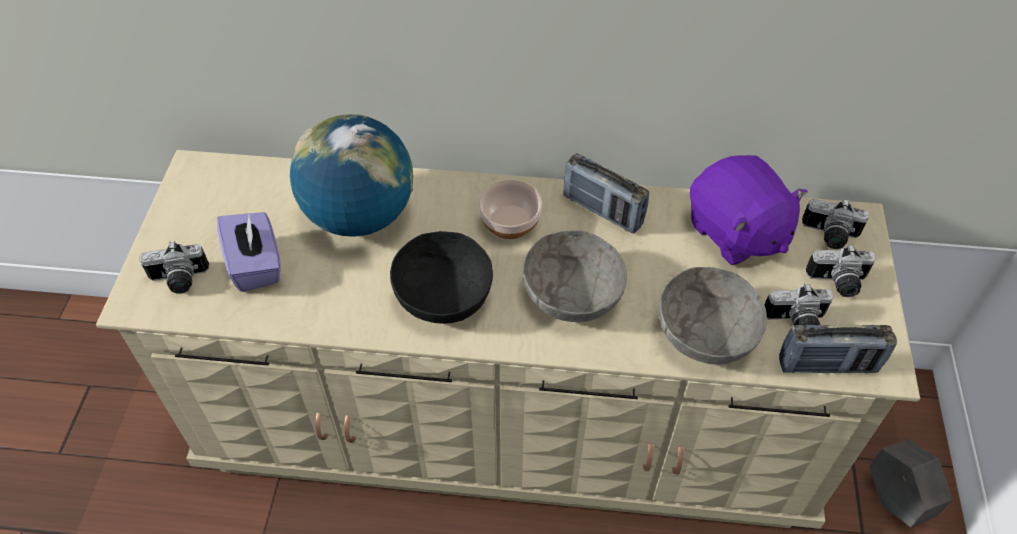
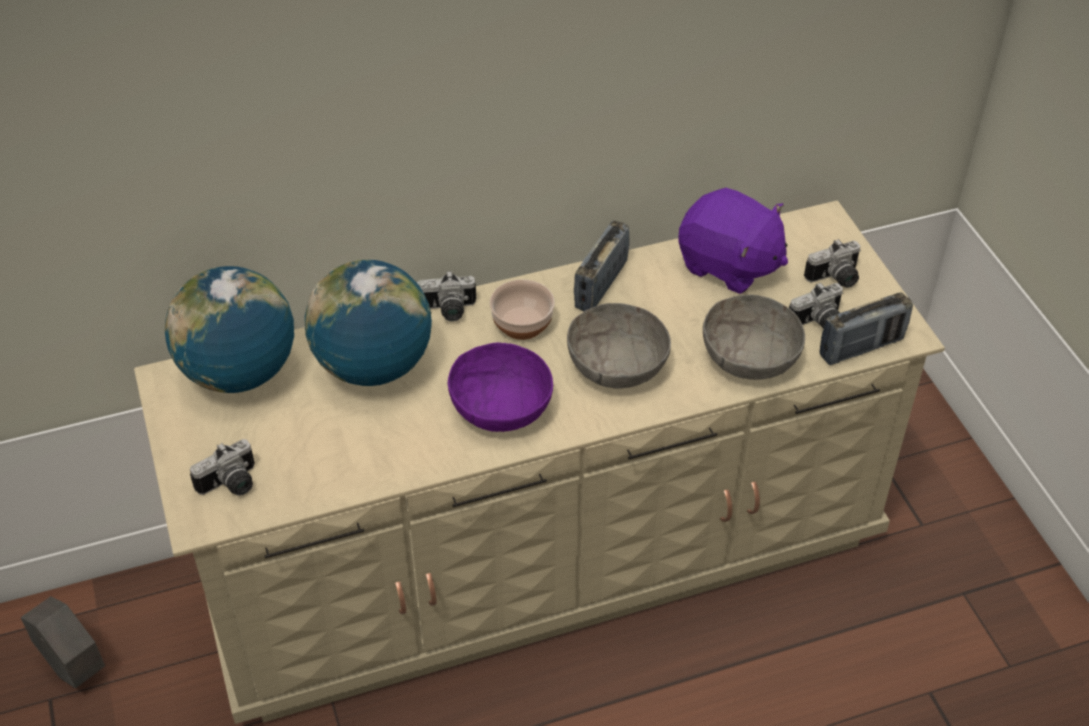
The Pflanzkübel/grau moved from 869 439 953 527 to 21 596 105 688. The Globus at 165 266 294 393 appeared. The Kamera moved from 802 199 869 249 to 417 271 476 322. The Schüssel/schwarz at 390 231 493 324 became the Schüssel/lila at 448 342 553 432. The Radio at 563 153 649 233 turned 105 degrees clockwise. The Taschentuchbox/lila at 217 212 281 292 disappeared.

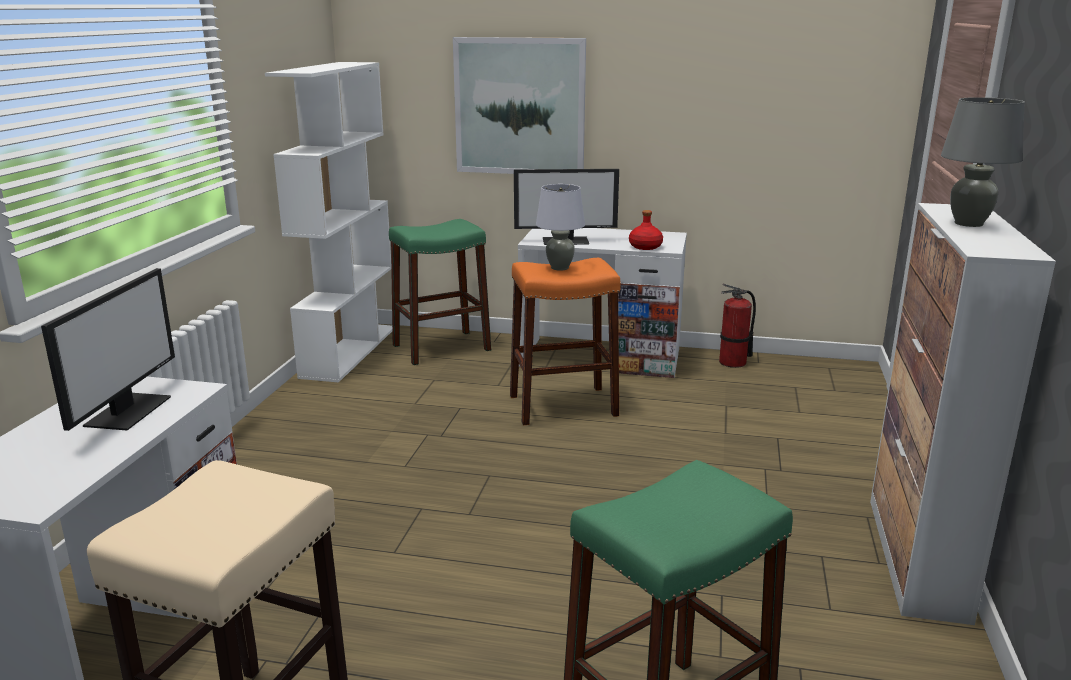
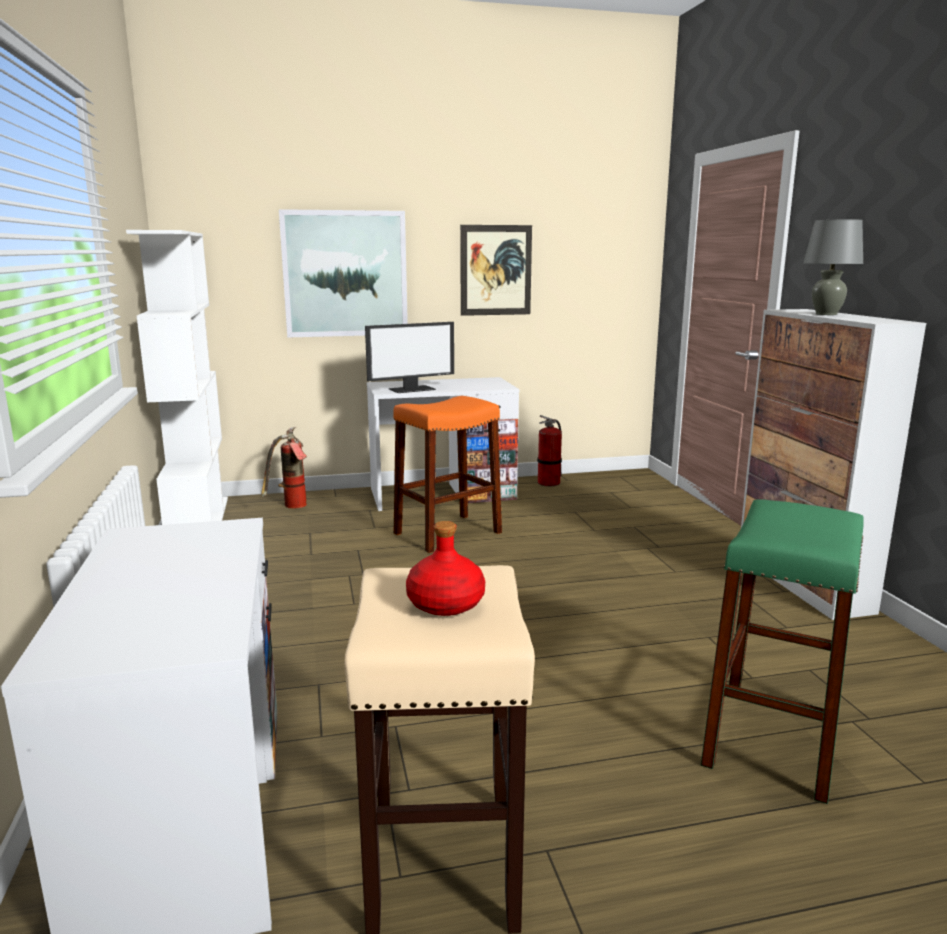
The Hocker/grün at 389 219 491 365 was replaced by the Feuerlöscher at 261 428 307 508. The Flasche/rot moved from 629 210 663 250 to 406 521 485 616. The Bild at 460 225 532 316 appeared. The Monitor at 41 268 175 431 disappeared. The Tischlampe/grau at 536 184 585 271 disappeared.

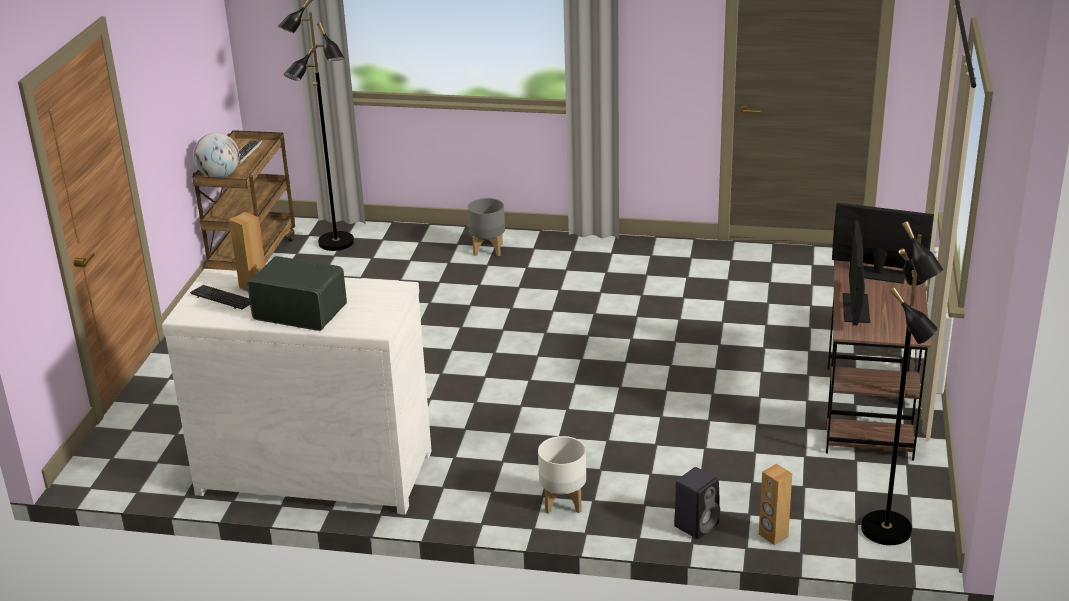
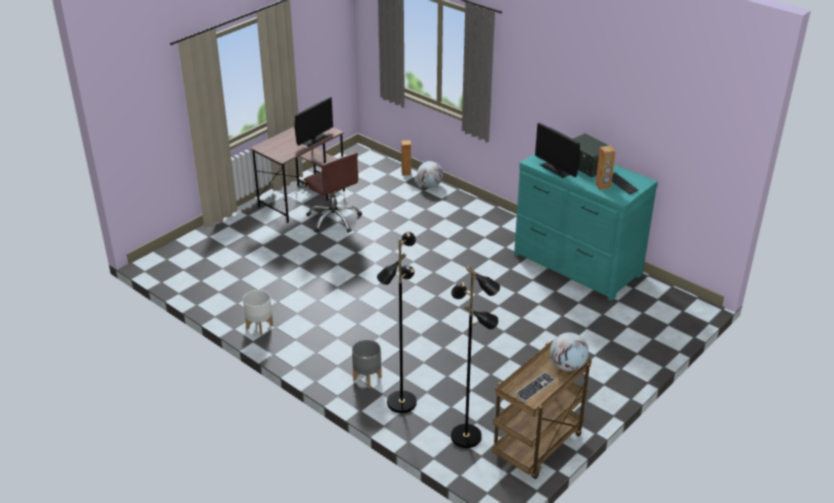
The Pflanzkübel/weiß moved from 538 436 586 514 to 243 290 273 335. The Bürostuhl/braun at 304 153 362 233 appeared. The Stehlampe/schwarz moved from 861 221 943 545 to 377 232 417 413. The Lautsprecher/schwarz at 674 467 720 539 was replaced by the Globus at 417 161 443 188. The Kommode/weiß at 162 269 432 515 became the Kommode/türkis at 514 153 658 301. The Monitor moved from 832 203 934 284 to 535 123 580 178.

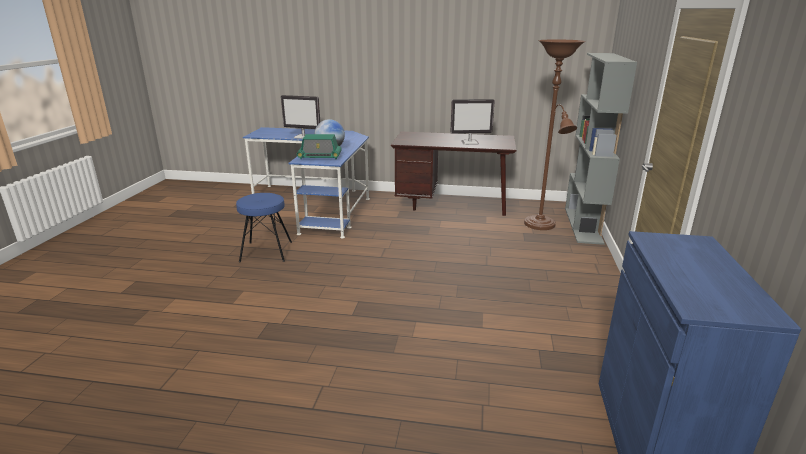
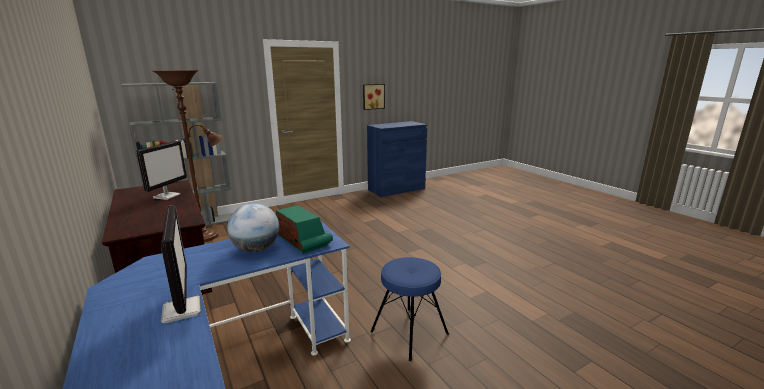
The Monitor at 451 99 495 145 turned 60 degrees clockwise. The Bild at 363 84 385 110 appeared.

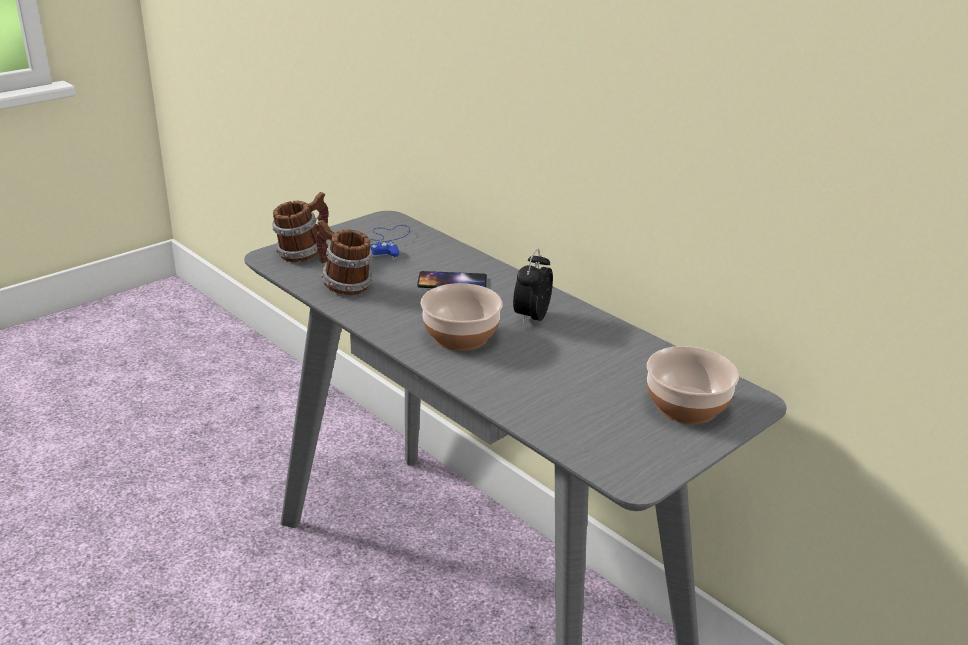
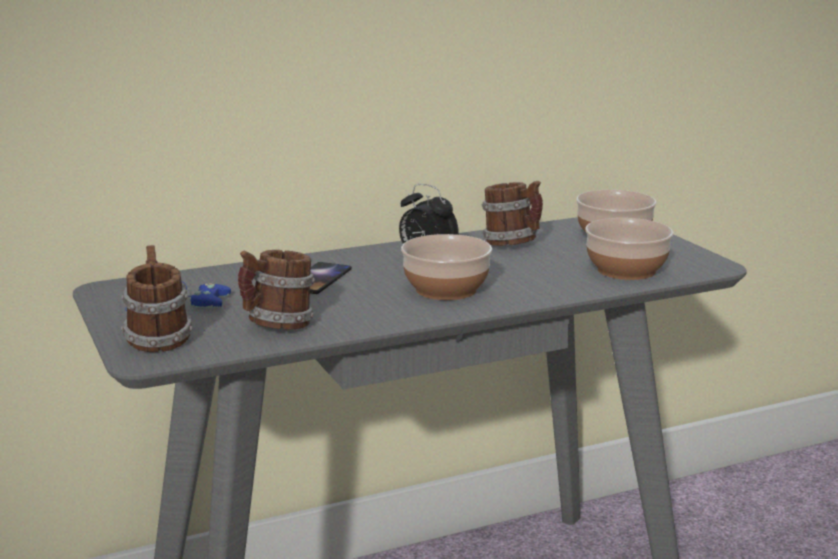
The Henkelbecher at 482 181 543 246 appeared. The Schüssel at 585 218 673 280 appeared.

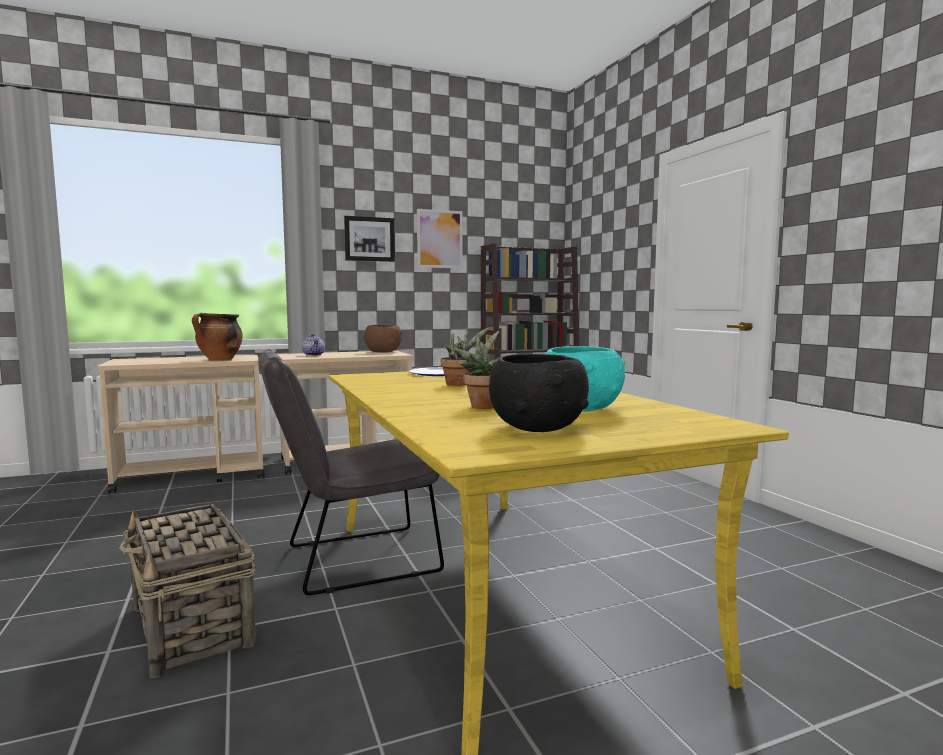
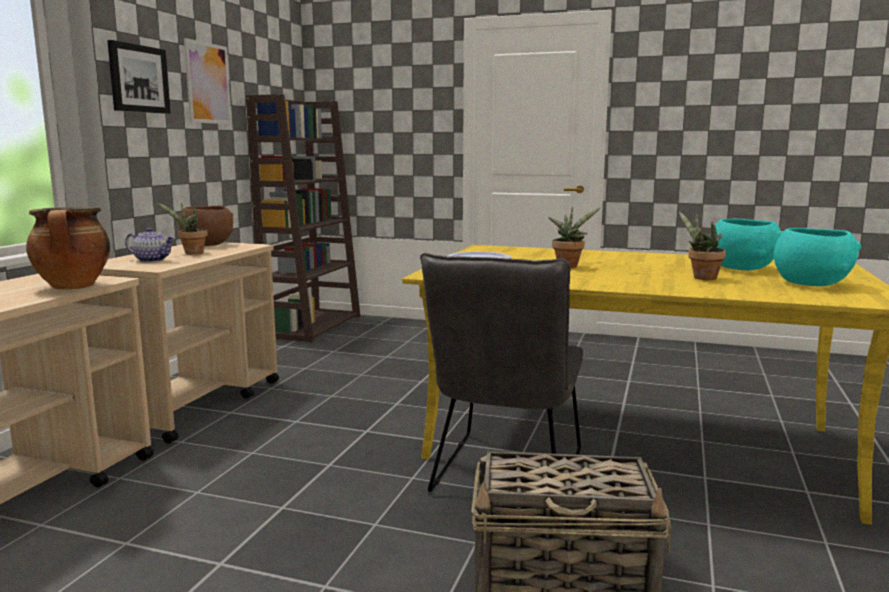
The Topfpflanze at 157 202 207 254 appeared. The Schüssel/schwarz at 489 354 589 432 became the Schüssel/türkis at 774 228 862 286.

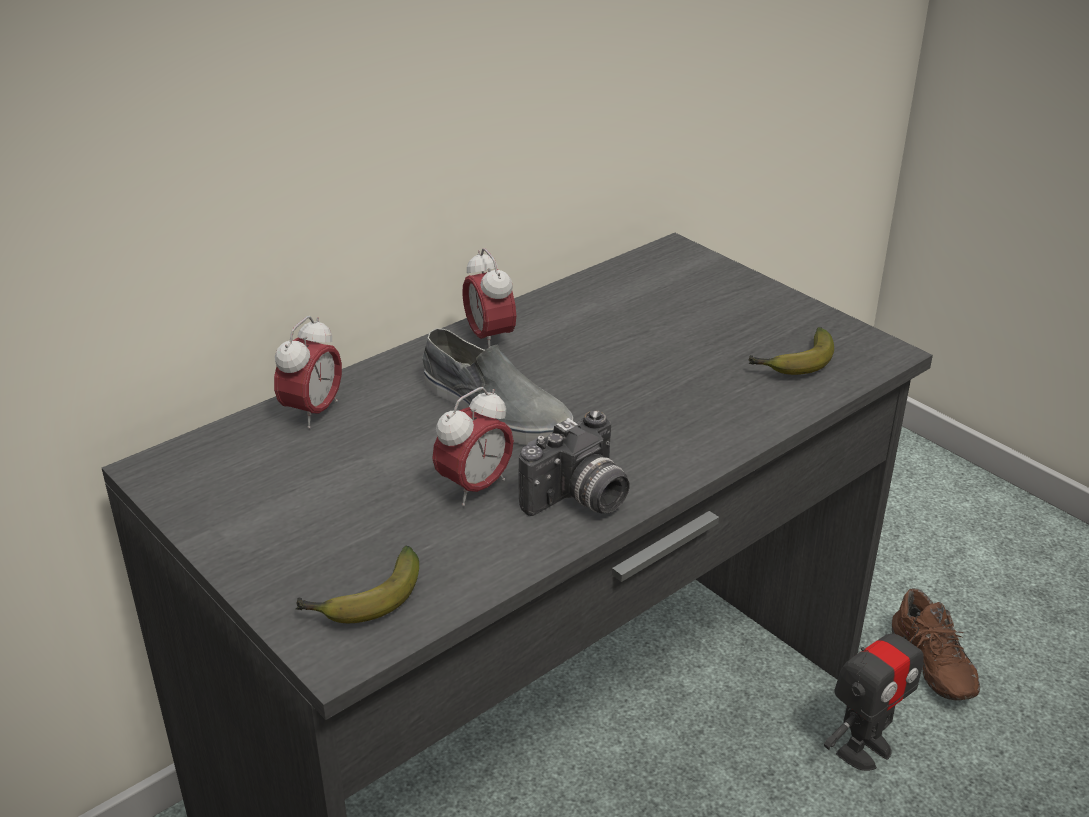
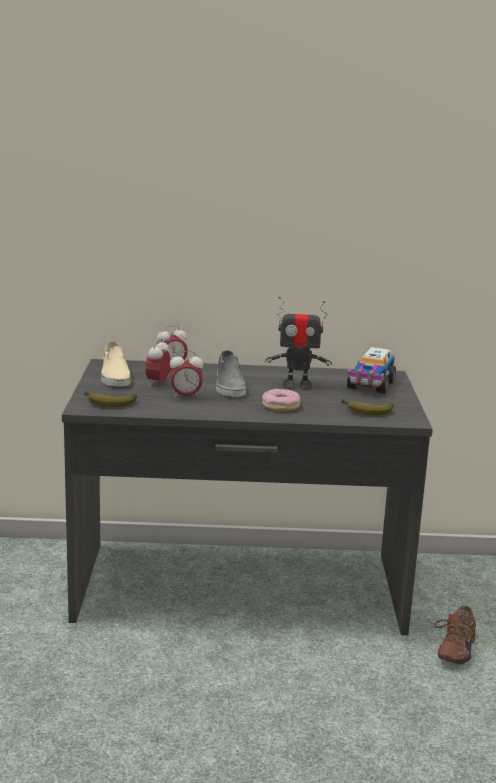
The Schuh/beige at 101 341 131 387 appeared. The Wecker moved from 462 248 516 348 to 145 338 171 386. The Donut at 262 389 300 411 appeared. The Spielzeugroboter moved from 824 612 924 771 to 265 297 332 391. The Spielzeuglaster at 347 347 396 393 appeared. The Kamera at 518 410 630 516 disappeared.

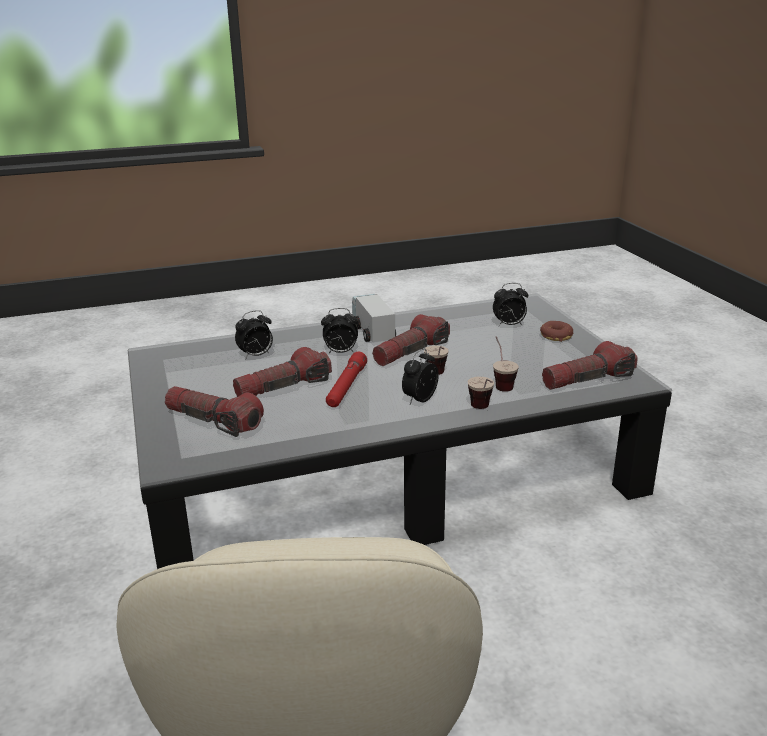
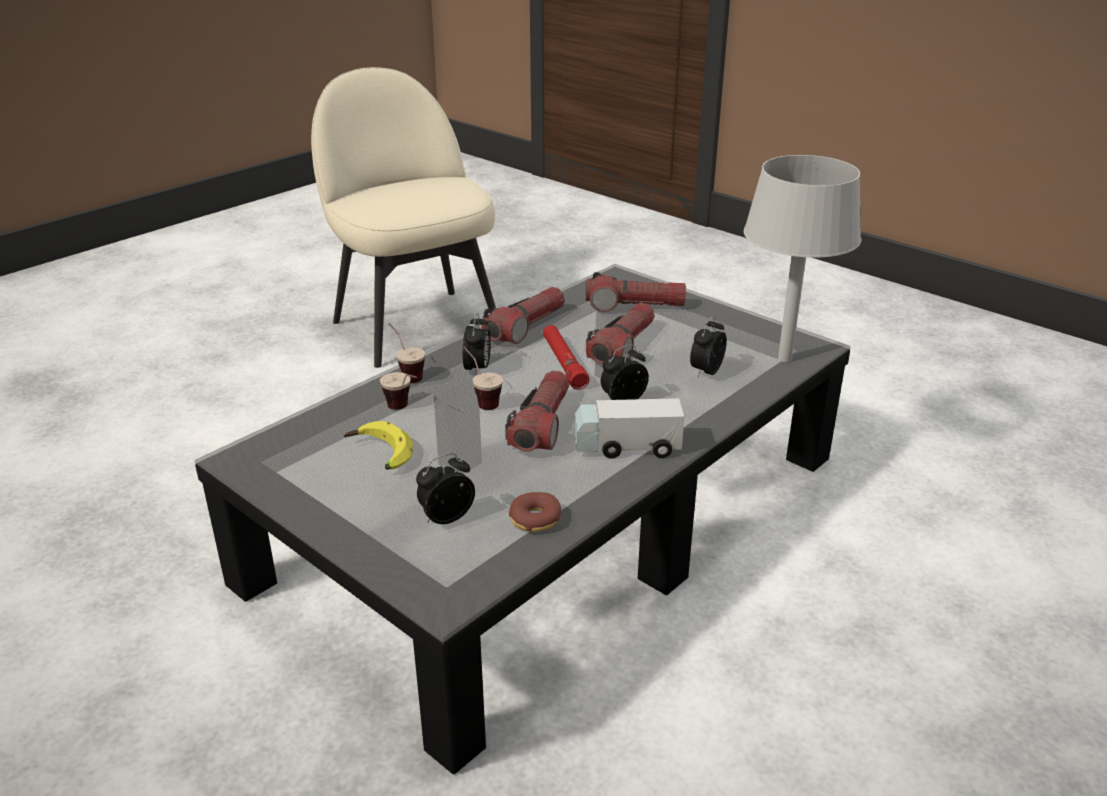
The Banane at 344 421 413 470 appeared. The Taschenlampe moved from 542 341 638 390 to 481 287 565 344. The Donut moved from 540 321 573 342 to 509 492 561 532. The Spielzeuglaster at 352 294 396 342 turned 135 degrees clockwise. The Tischlampe/grau at 744 155 861 362 appeared.

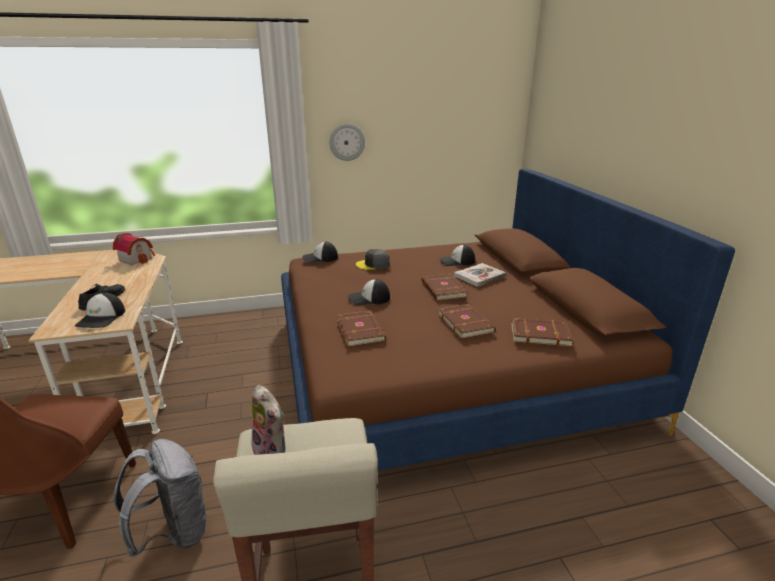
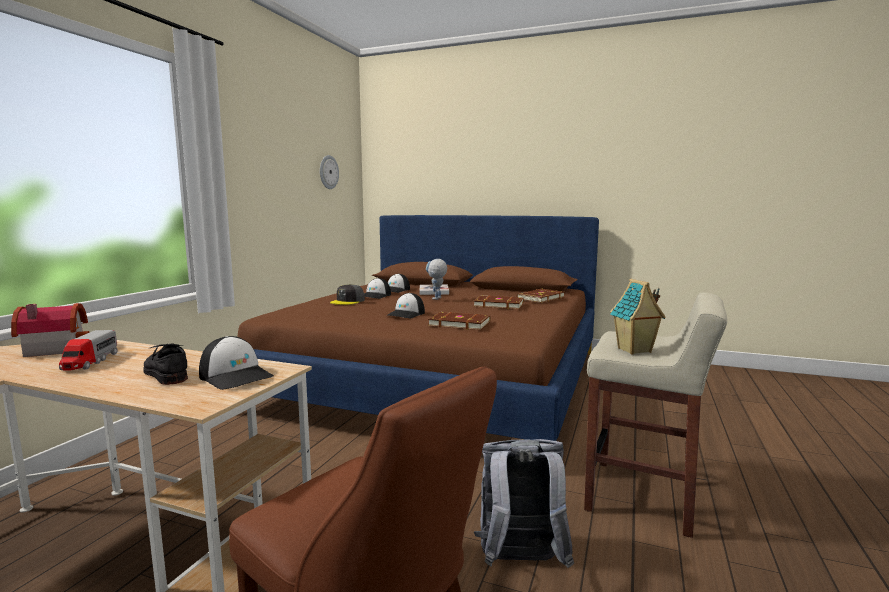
The Spielzeuglaster at 59 330 118 371 appeared. The Wanduhr moved from 329 124 365 161 to 320 155 339 189. The Kappe moved from 303 241 338 263 to 364 278 391 299. The Buch/braun at 421 274 468 301 was replaced by the Spielzeugroboter at 426 259 447 300. The Plüschtier at 251 385 285 455 was replaced by the Spielzeughaus at 610 279 666 355.

